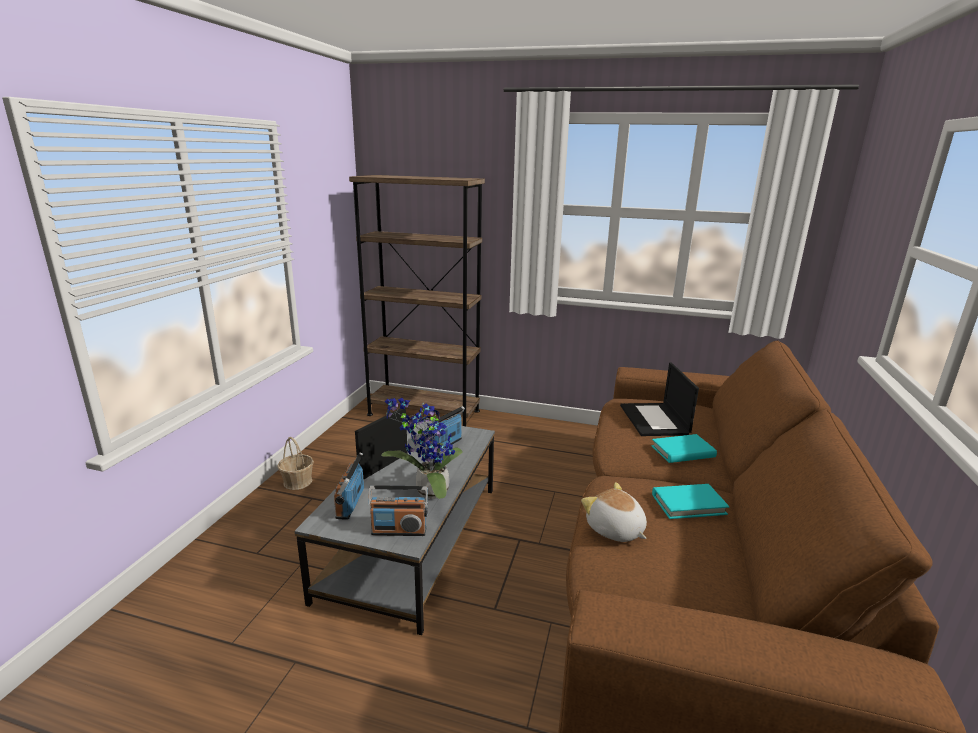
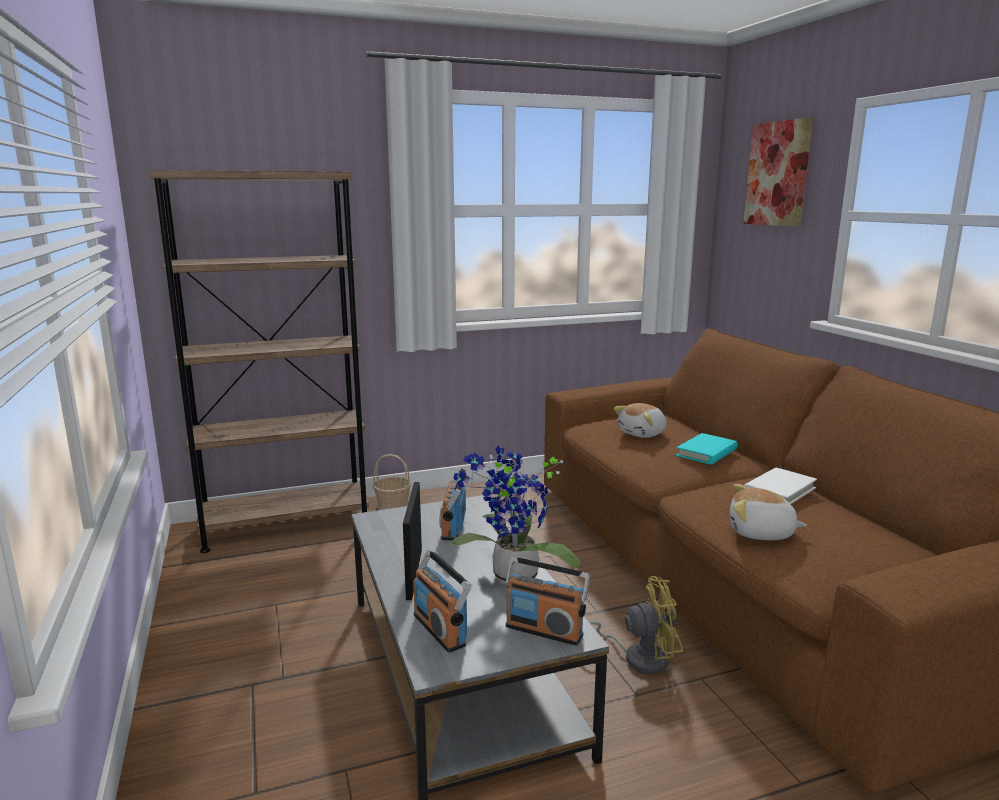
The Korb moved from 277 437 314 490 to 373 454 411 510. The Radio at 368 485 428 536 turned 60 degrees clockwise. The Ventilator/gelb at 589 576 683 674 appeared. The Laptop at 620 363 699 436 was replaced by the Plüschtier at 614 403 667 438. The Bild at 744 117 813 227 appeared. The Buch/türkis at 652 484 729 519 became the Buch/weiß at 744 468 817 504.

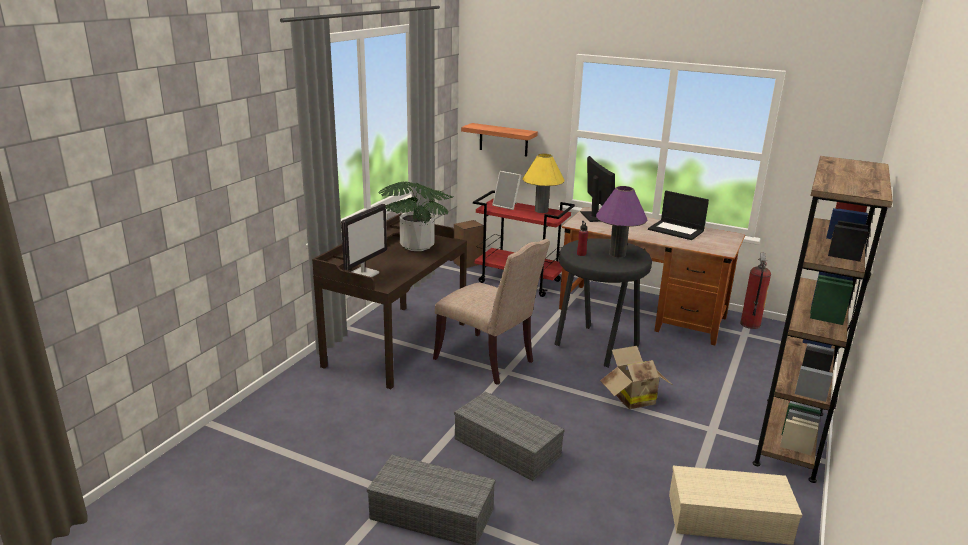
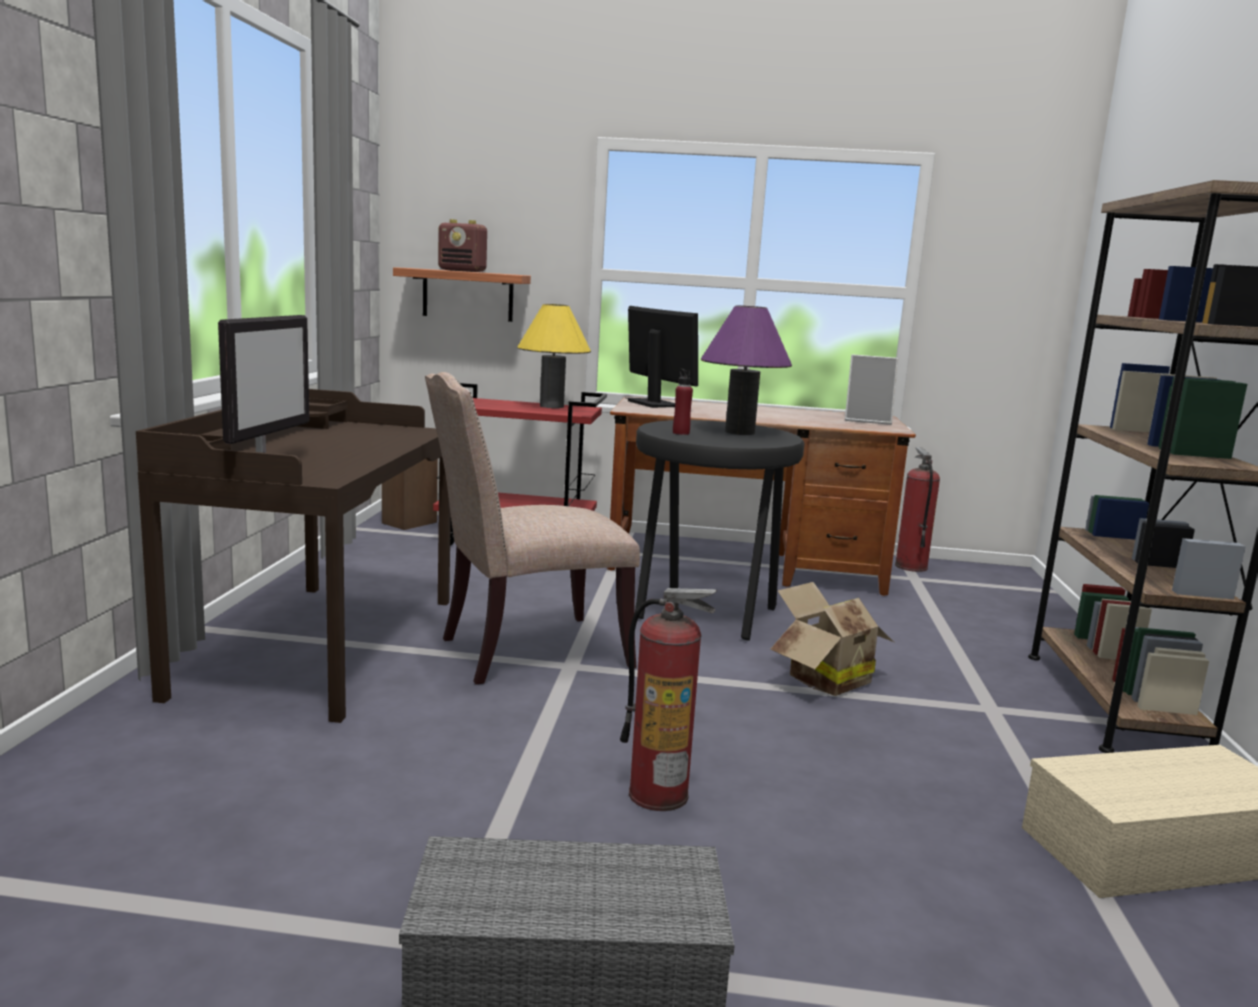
The Stuhl/beige at 433 239 550 385 turned 135 degrees clockwise. The Radio at 438 219 487 272 appeared. The Aufbewahrungsbox/grau at 454 391 565 481 was replaced by the Feuerlöscher at 620 588 717 811. The Bilderrahmen moved from 492 171 521 210 to 845 354 898 425. The Topfpflanze at 379 181 453 251 disappeared. The Laptop at 648 191 709 240 disappeared.

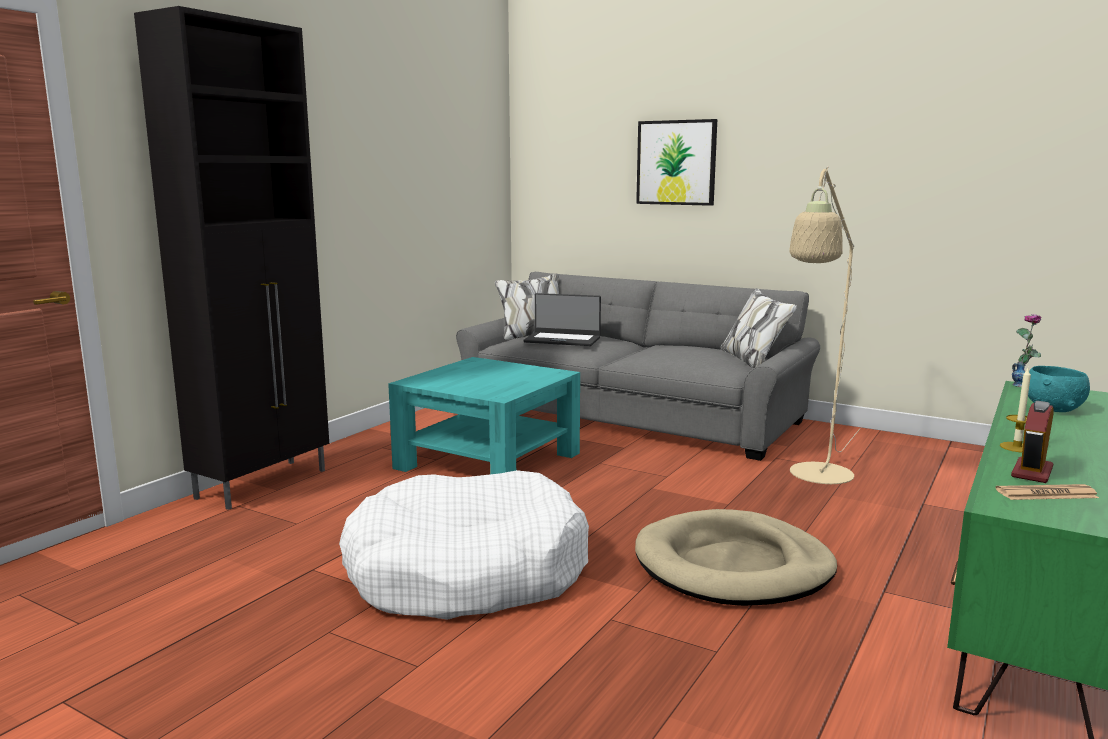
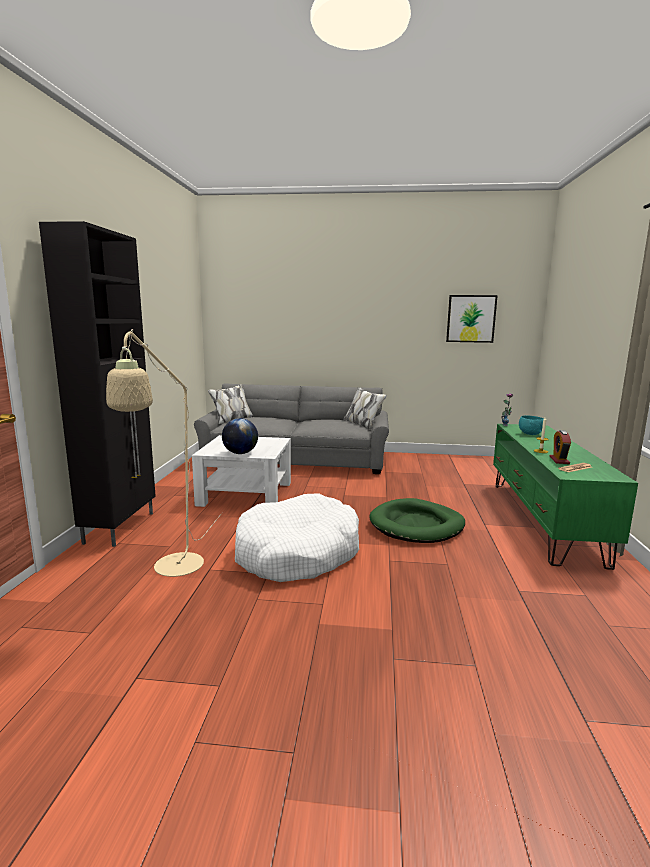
The Stehlampe/beige moved from 789 166 860 484 to 106 329 223 577. The Couchtisch/türkis at 388 357 580 474 became the Couchtisch/weiß at 192 435 291 507. The Globus at 222 418 258 454 appeared. The Hundebett/beige at 635 509 837 606 became the Hundebett/grün at 369 498 465 543. The Bild moved from 636 119 717 206 to 446 295 498 343. The Laptop at 524 293 601 346 disappeared.

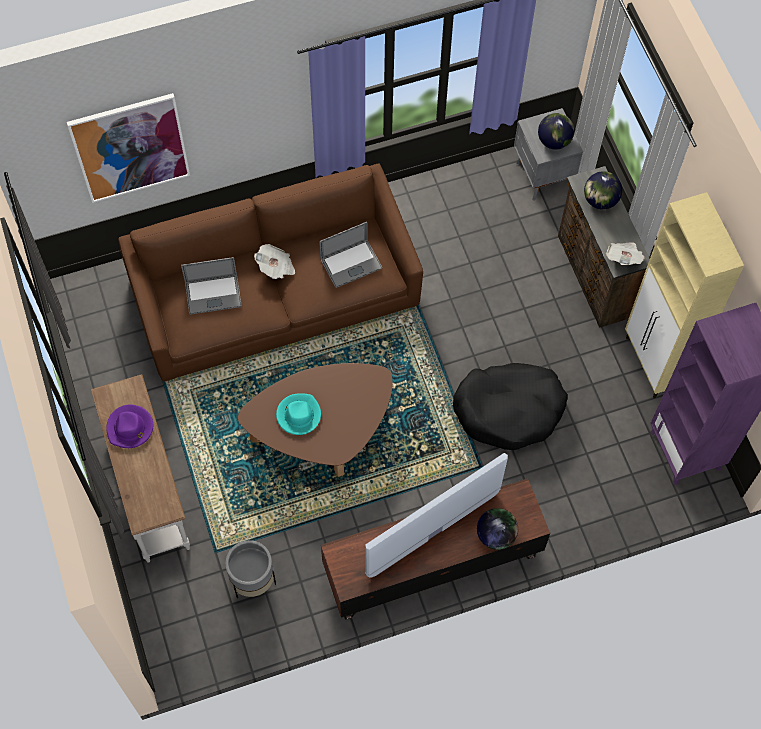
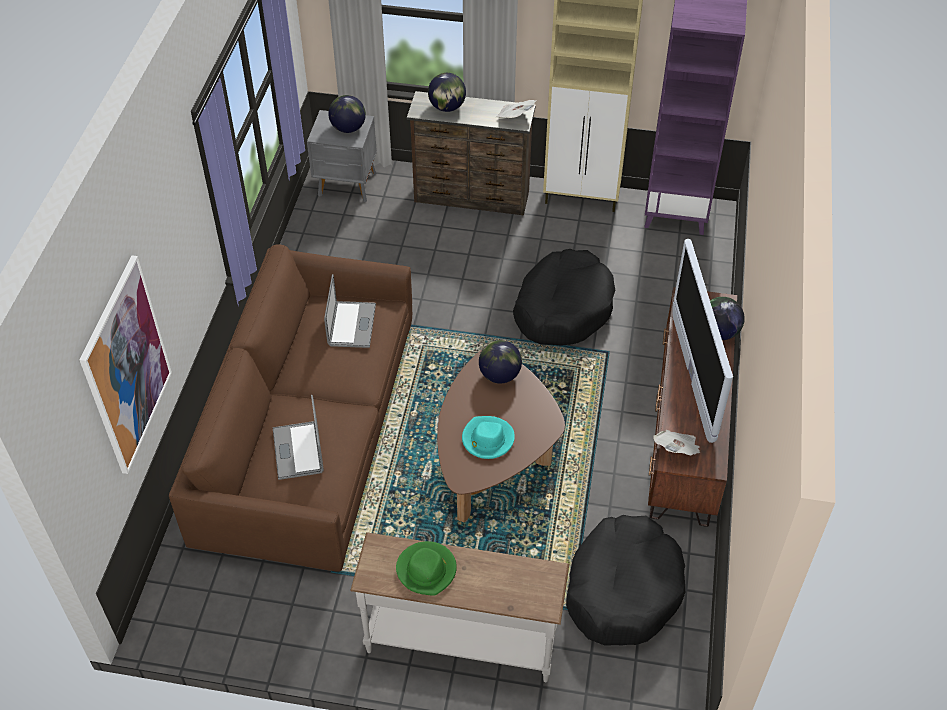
The Laptop at 181 257 242 315 turned 150 degrees clockwise. The Hut/lila at 106 405 153 448 became the Hut/grün at 396 541 457 596. The Globus at 479 340 522 384 appeared. The Pflanzkübel/grau at 225 540 276 599 was replaced by the Hundebett/schwarz at 566 515 685 646. The Zeitung moved from 254 244 296 279 to 653 430 700 455.

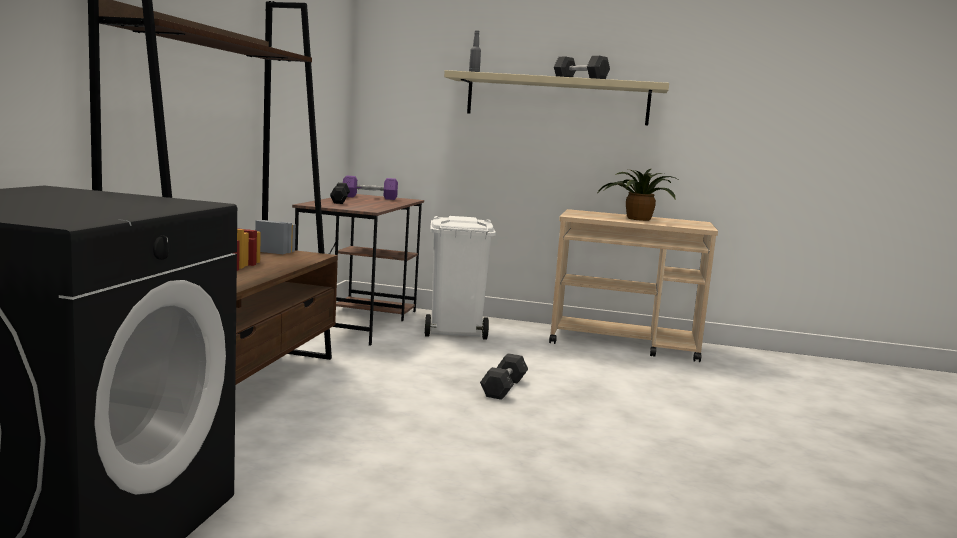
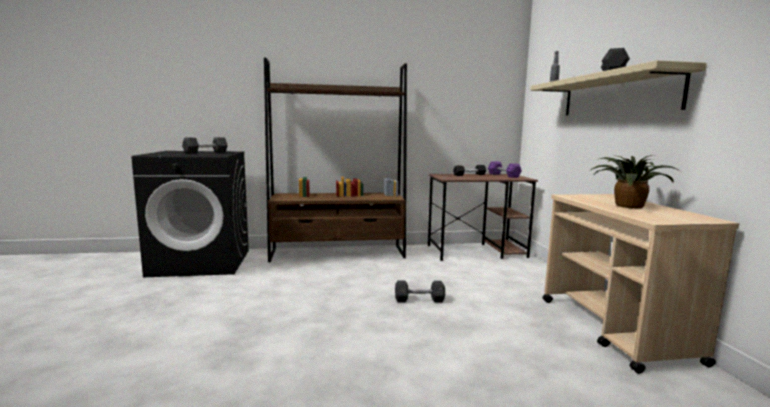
The Hantel/grau at 182 137 228 154 appeared. The Mülleimer/weiß at 425 216 496 340 disappeared.

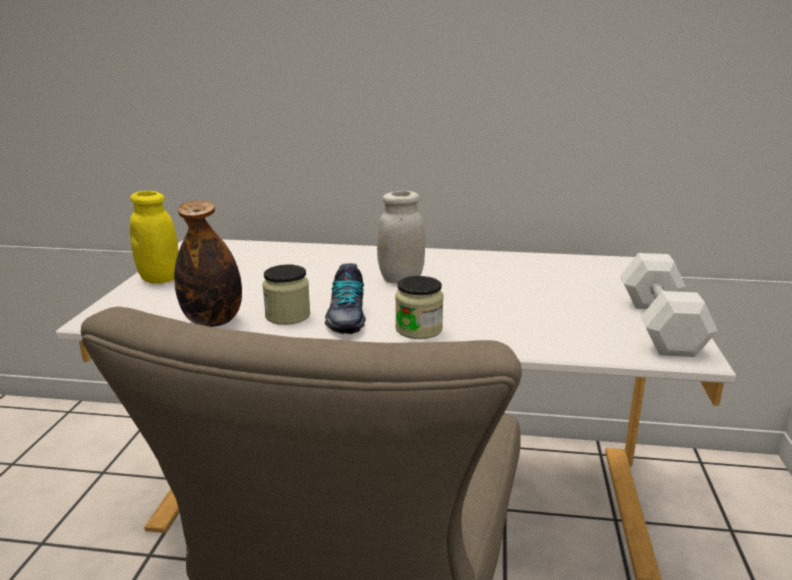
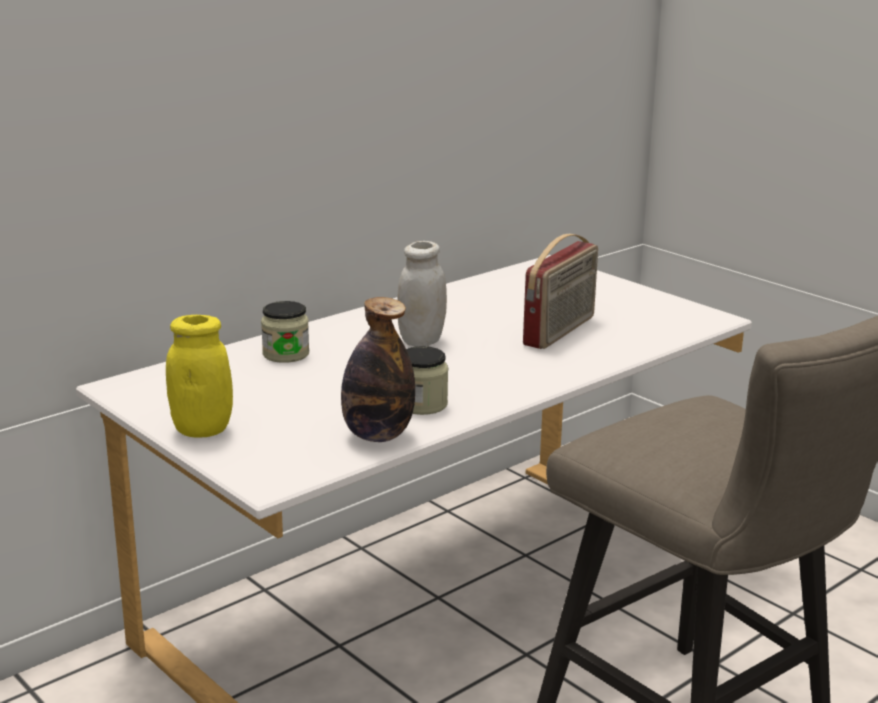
The Vorratsglas moved from 395 276 444 339 to 261 301 309 363. The Radio at 523 234 598 349 appeared. The Schuh at 325 263 366 334 disappeared. The Hantel/weiß at 620 253 718 357 disappeared.

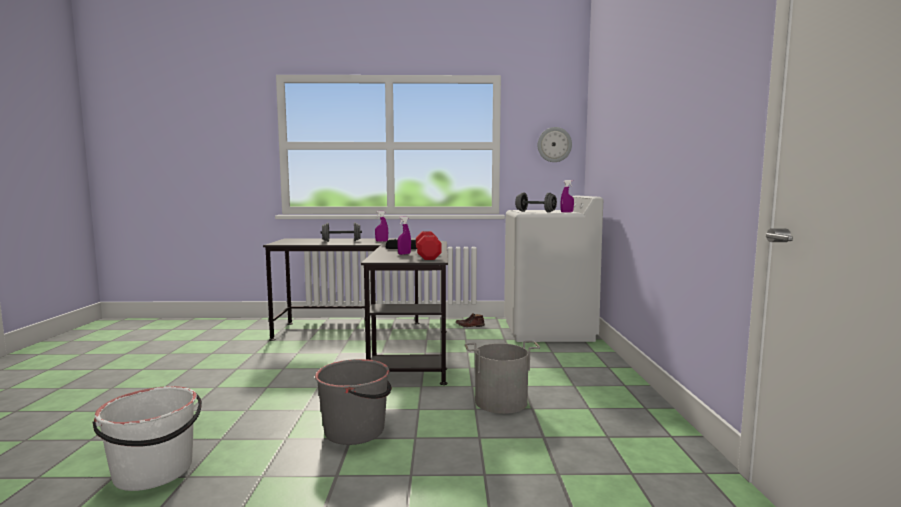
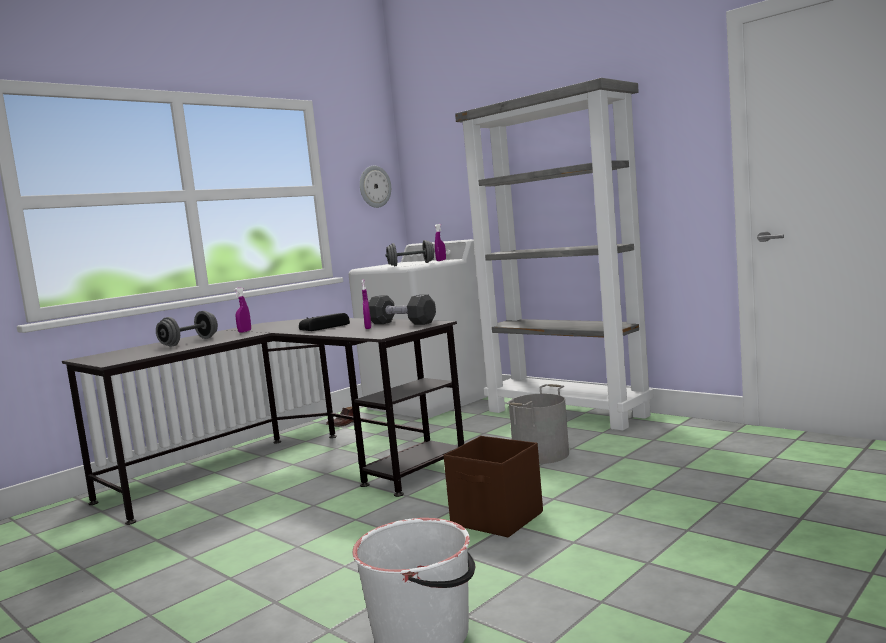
The Hantel/rot at 416 231 441 260 became the Hantel/schwarz at 369 295 436 325. The Eimer/grau at 315 359 392 445 was replaced by the Aufbewahrungsbox/braun at 443 436 543 537. The Bücherregal/grau at 455 78 654 431 appeared.

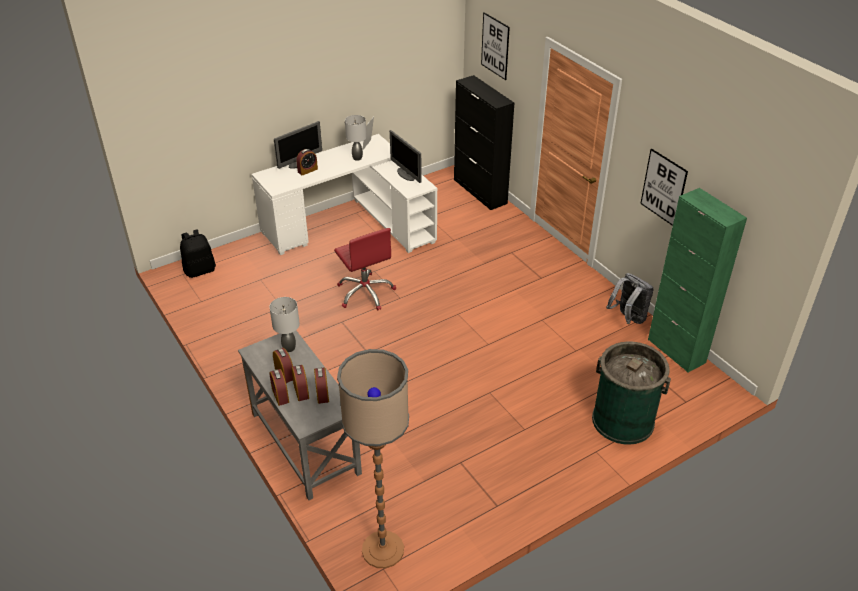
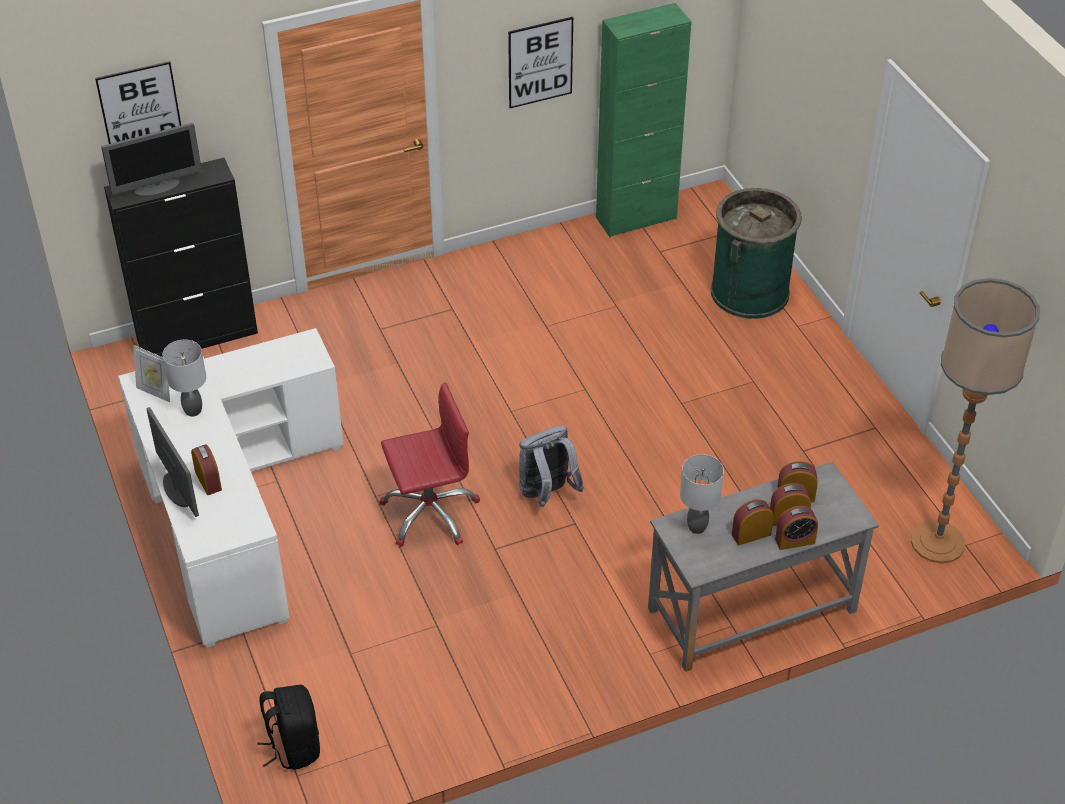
The Monitor moved from 390 130 422 183 to 101 123 202 197. The Rucksack/grau moved from 606 273 654 324 to 519 426 584 507.

